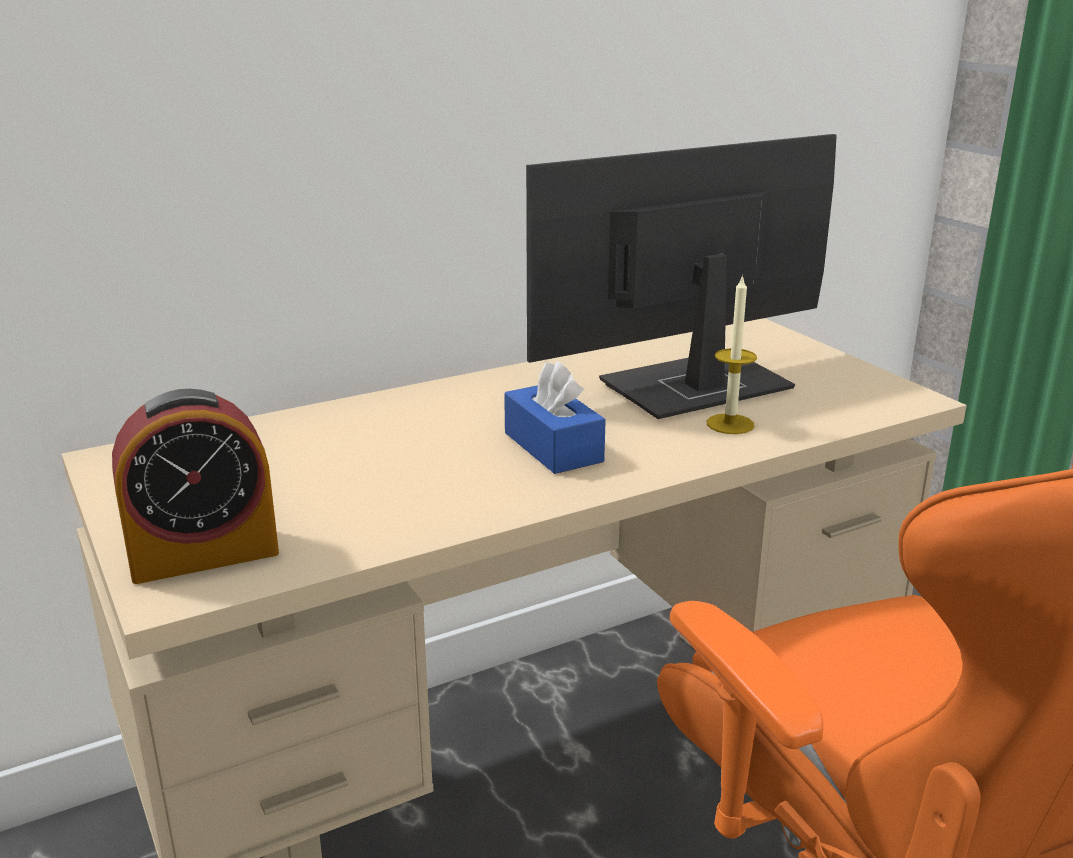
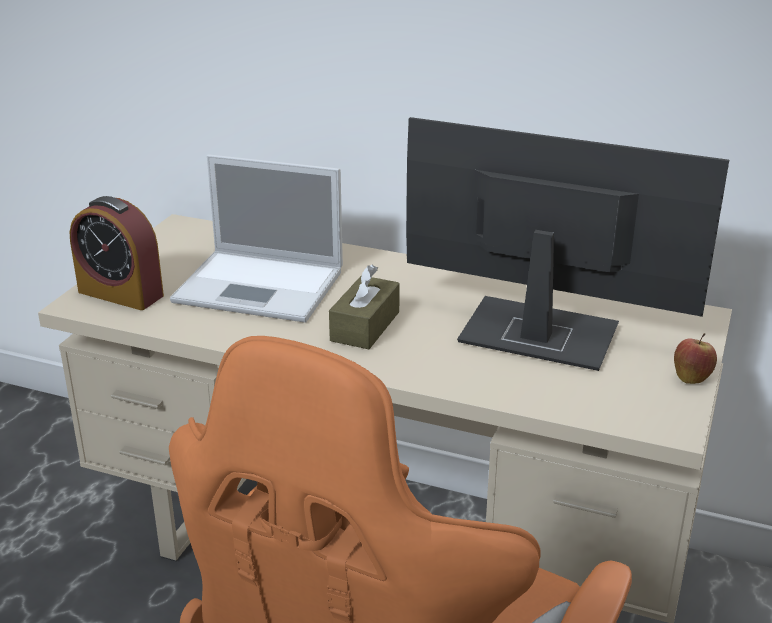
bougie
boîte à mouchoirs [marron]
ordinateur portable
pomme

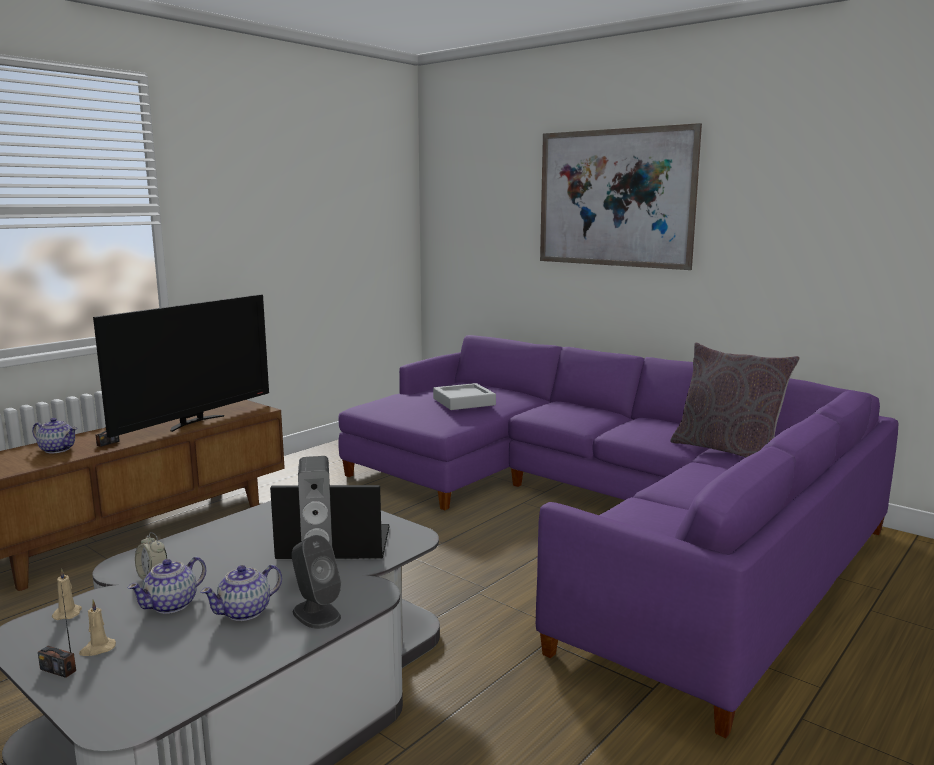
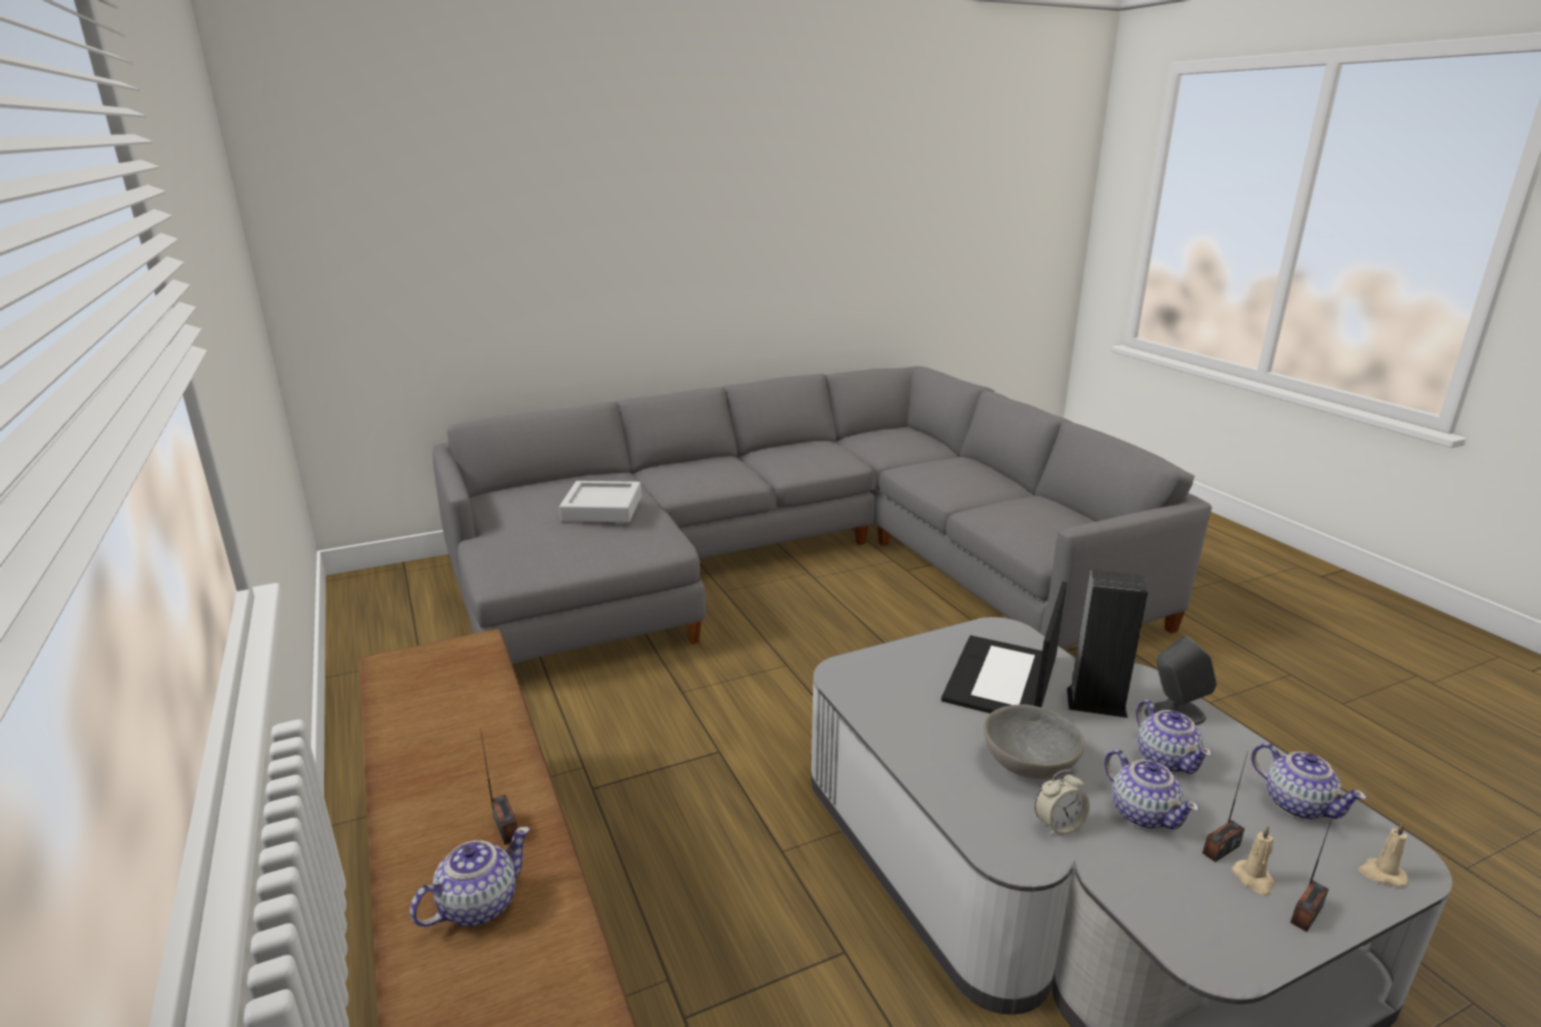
tableau
téléviseur
canapé [gris]
coussin [gris]
bougie [beige] (no. 2 from left)
bol [gris]
théière (no. 4 from left)
radio (no. 2 from left)

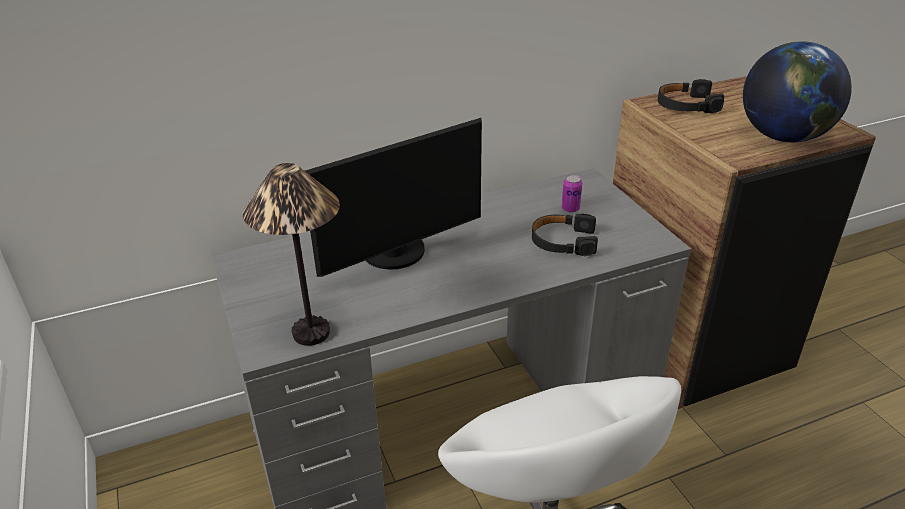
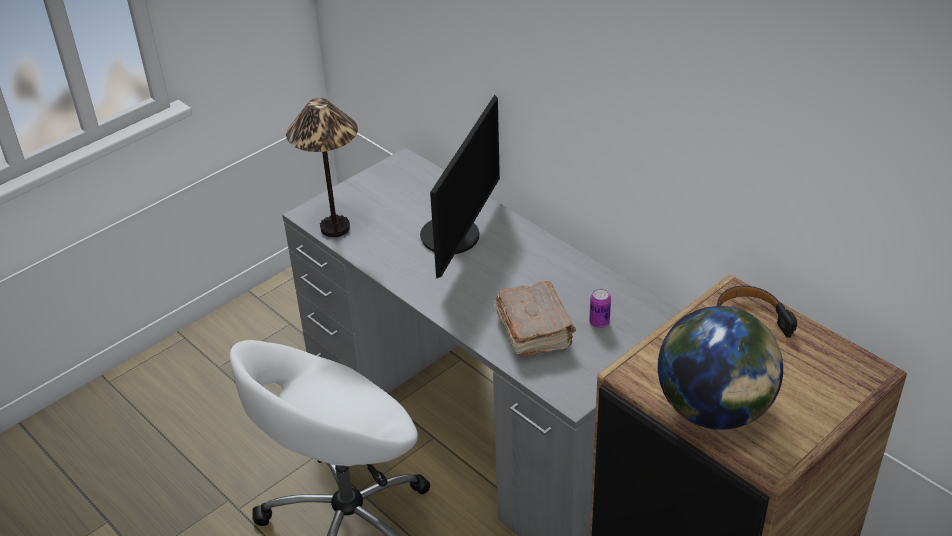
écran d'ordinateur
livre [marron]

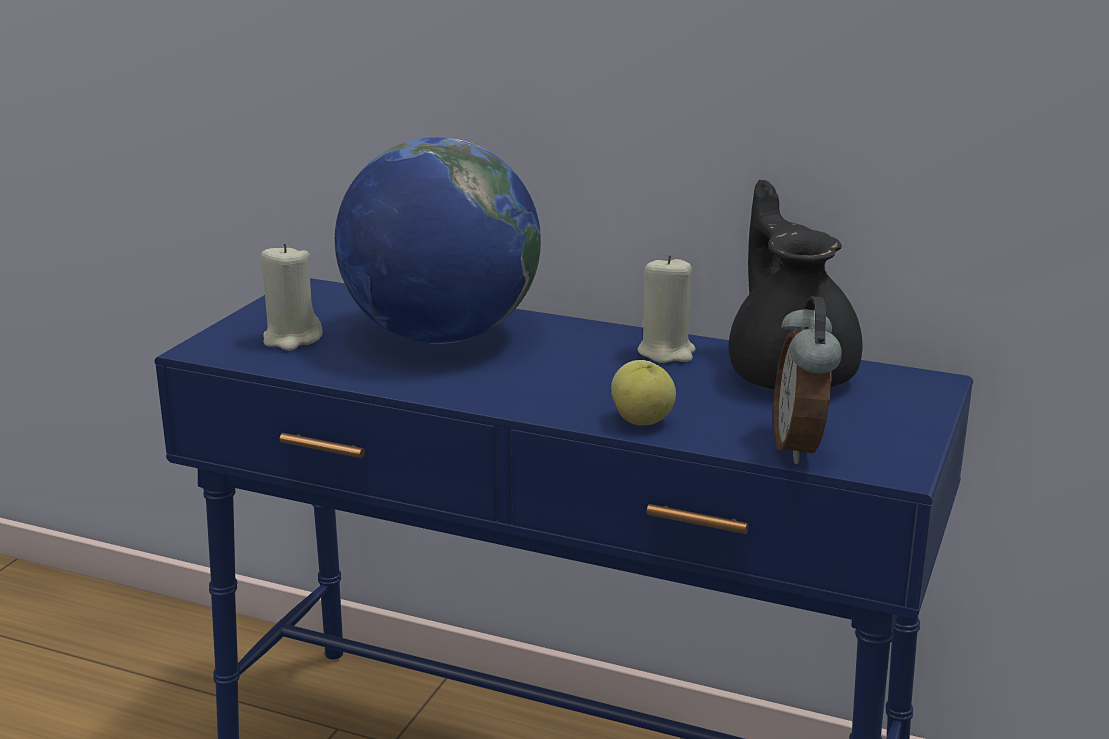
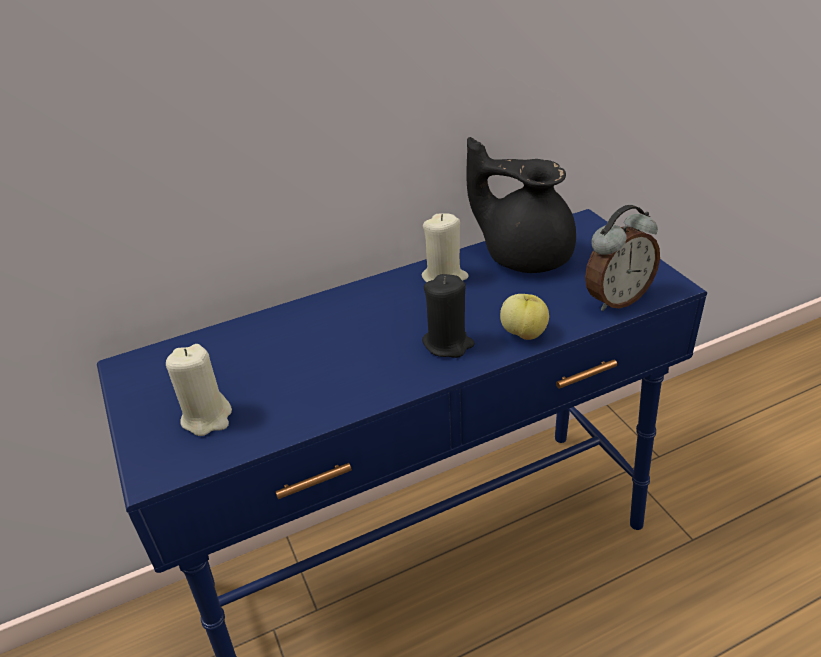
globe
réveil
bougie [noir]

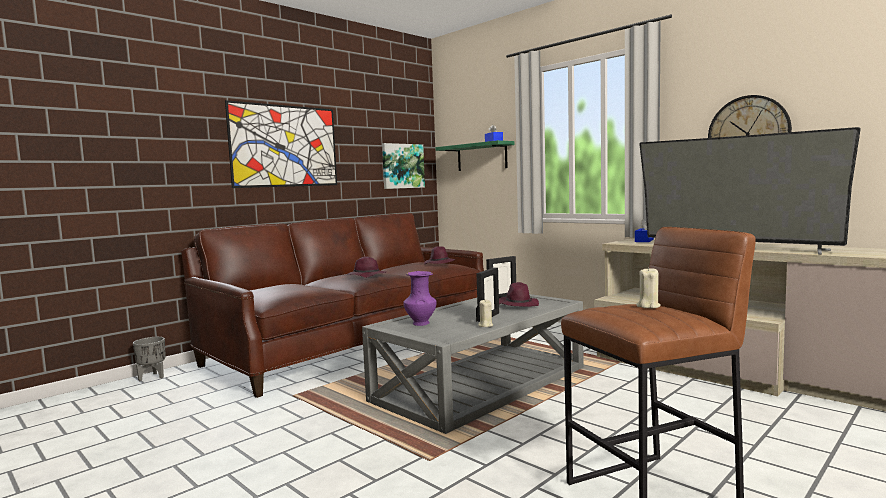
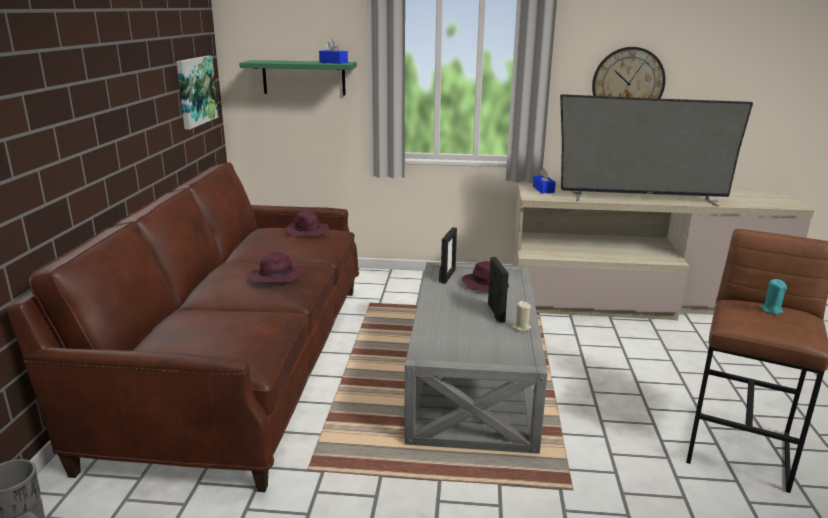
tableau (no. 1 from left in the first image)
bougie [turquoise]
vase [violet]

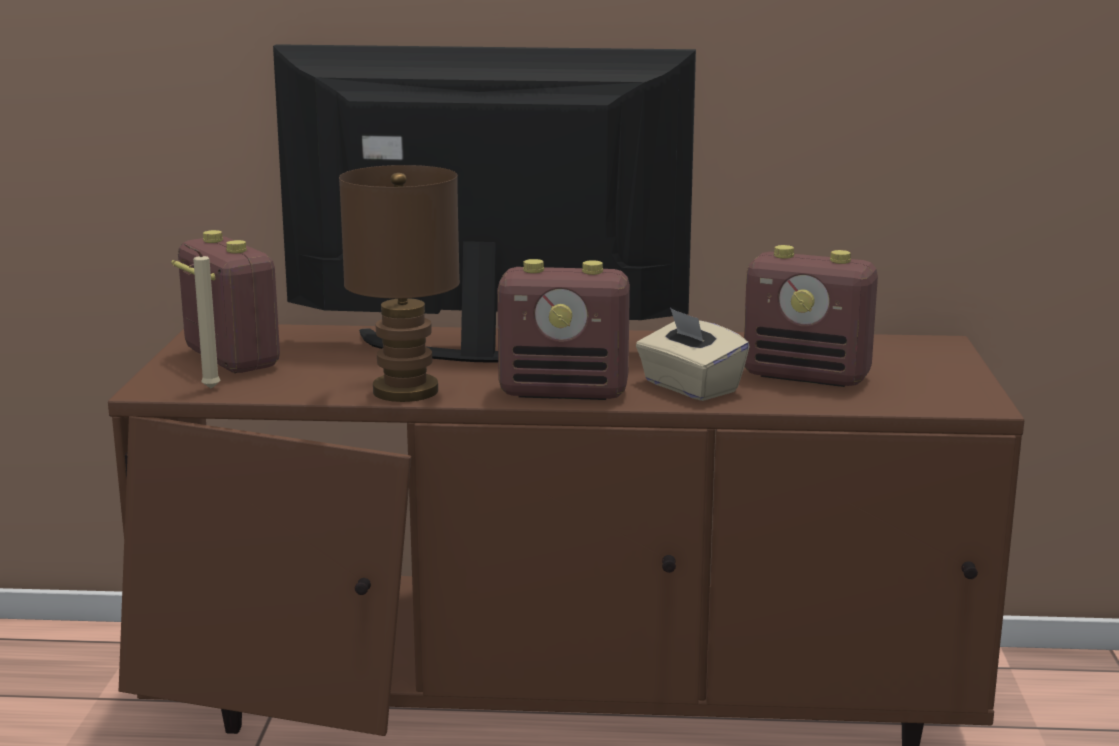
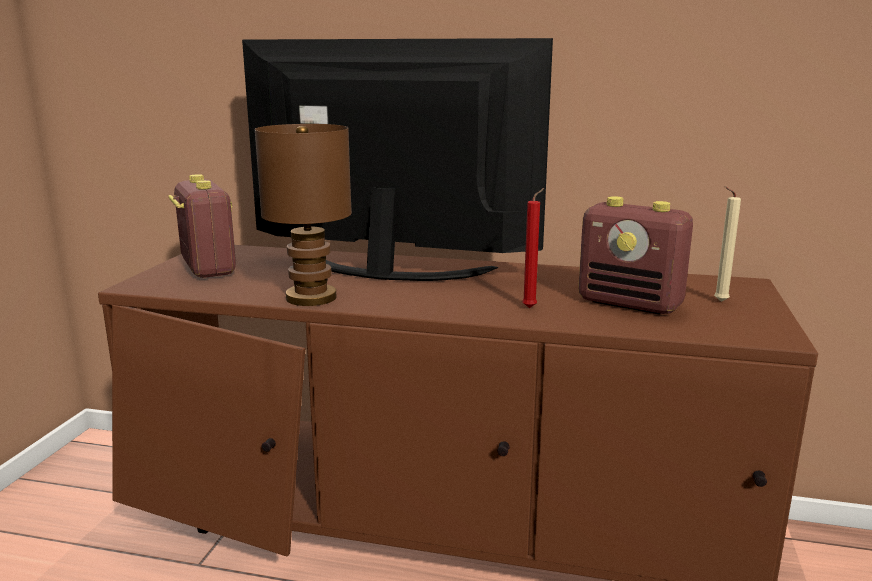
bougie [beige]
radio (no. 2 from left in the first image)
bougie [rouge]

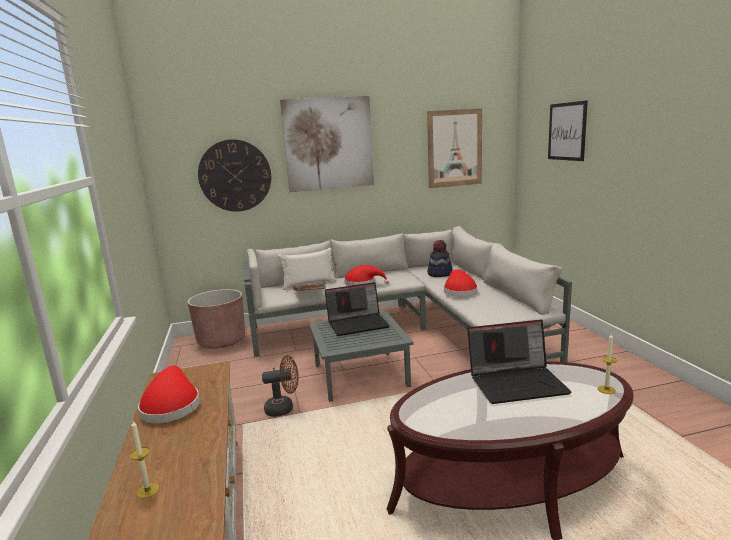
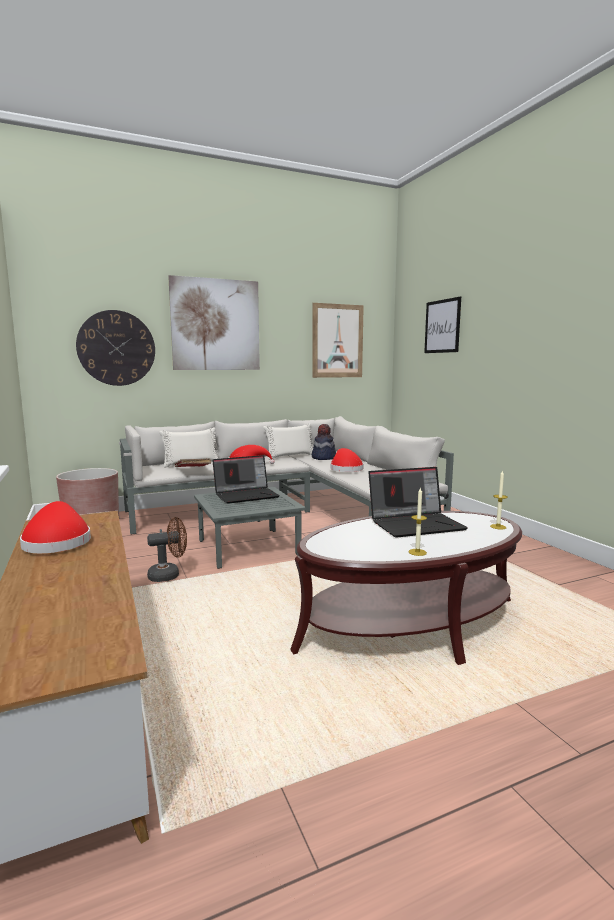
bougie (no. 1 from left)
coussin [blanc] (no. 2 from left)

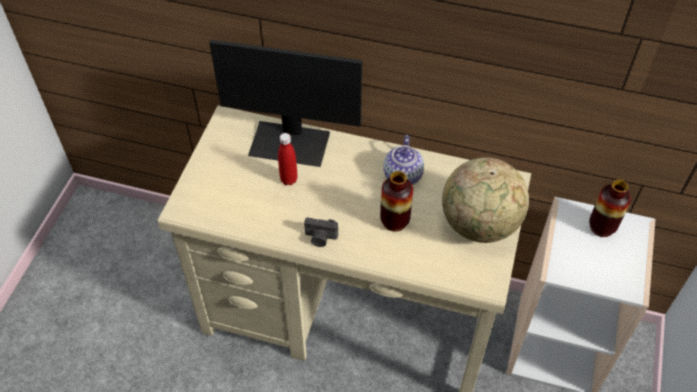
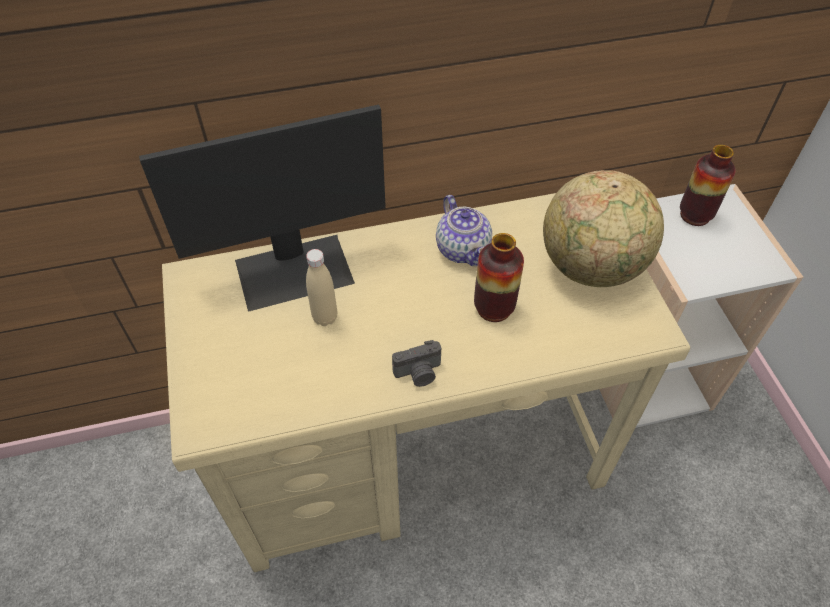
bouteille [beige]

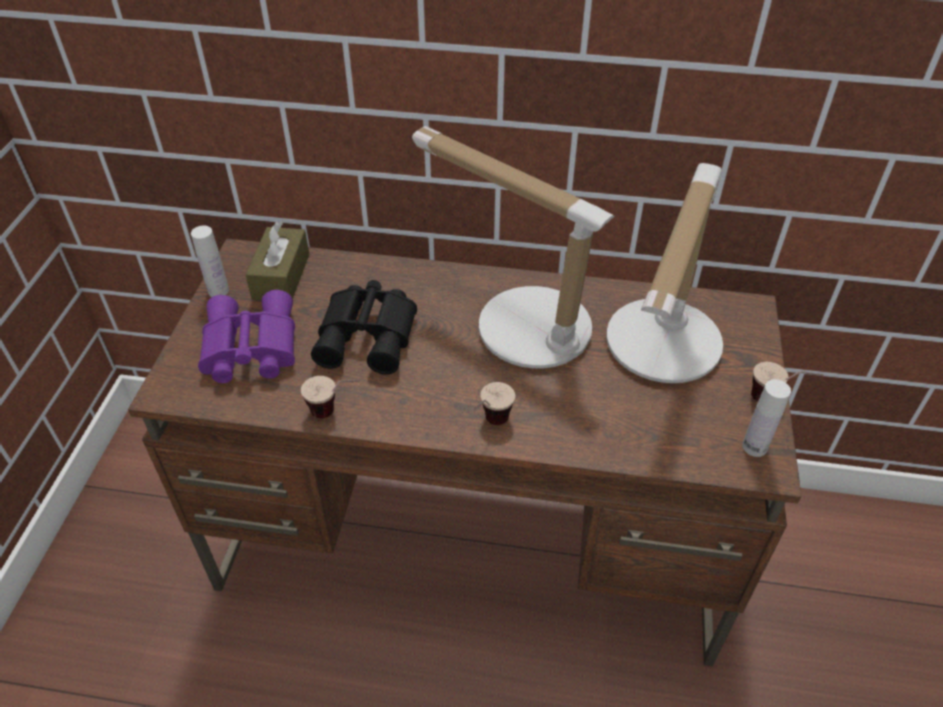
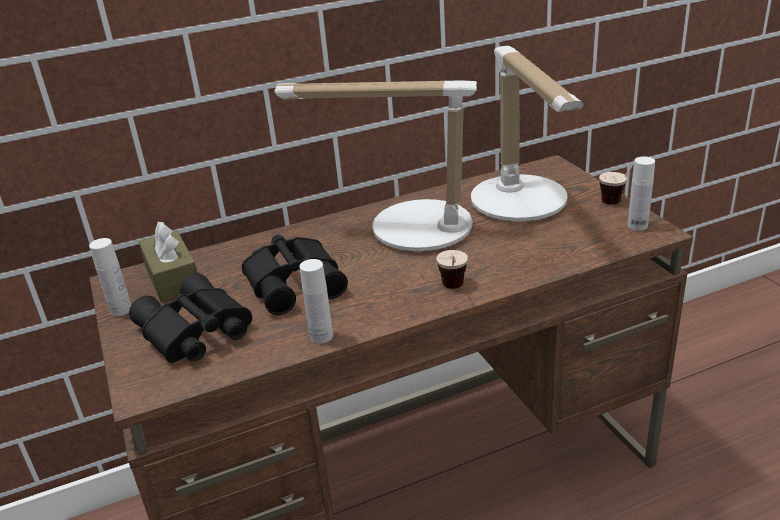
jumelles [noir] (no. 1 from left)
bouteille [blanc] (no. 2 from left)

